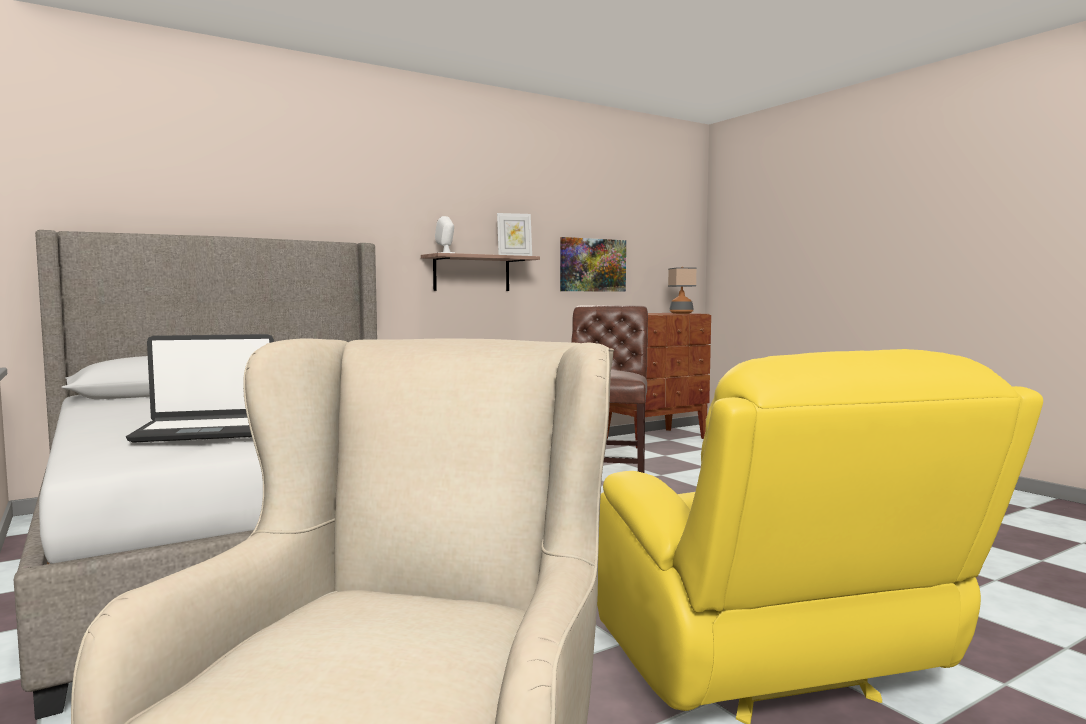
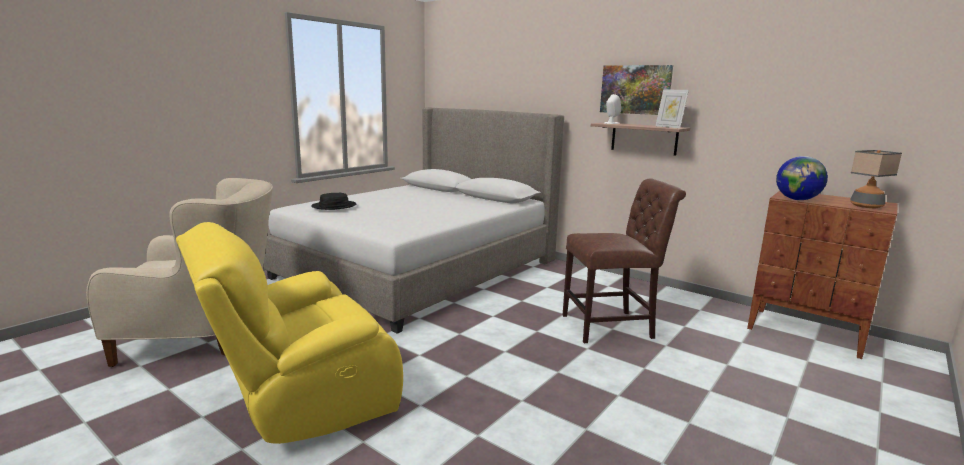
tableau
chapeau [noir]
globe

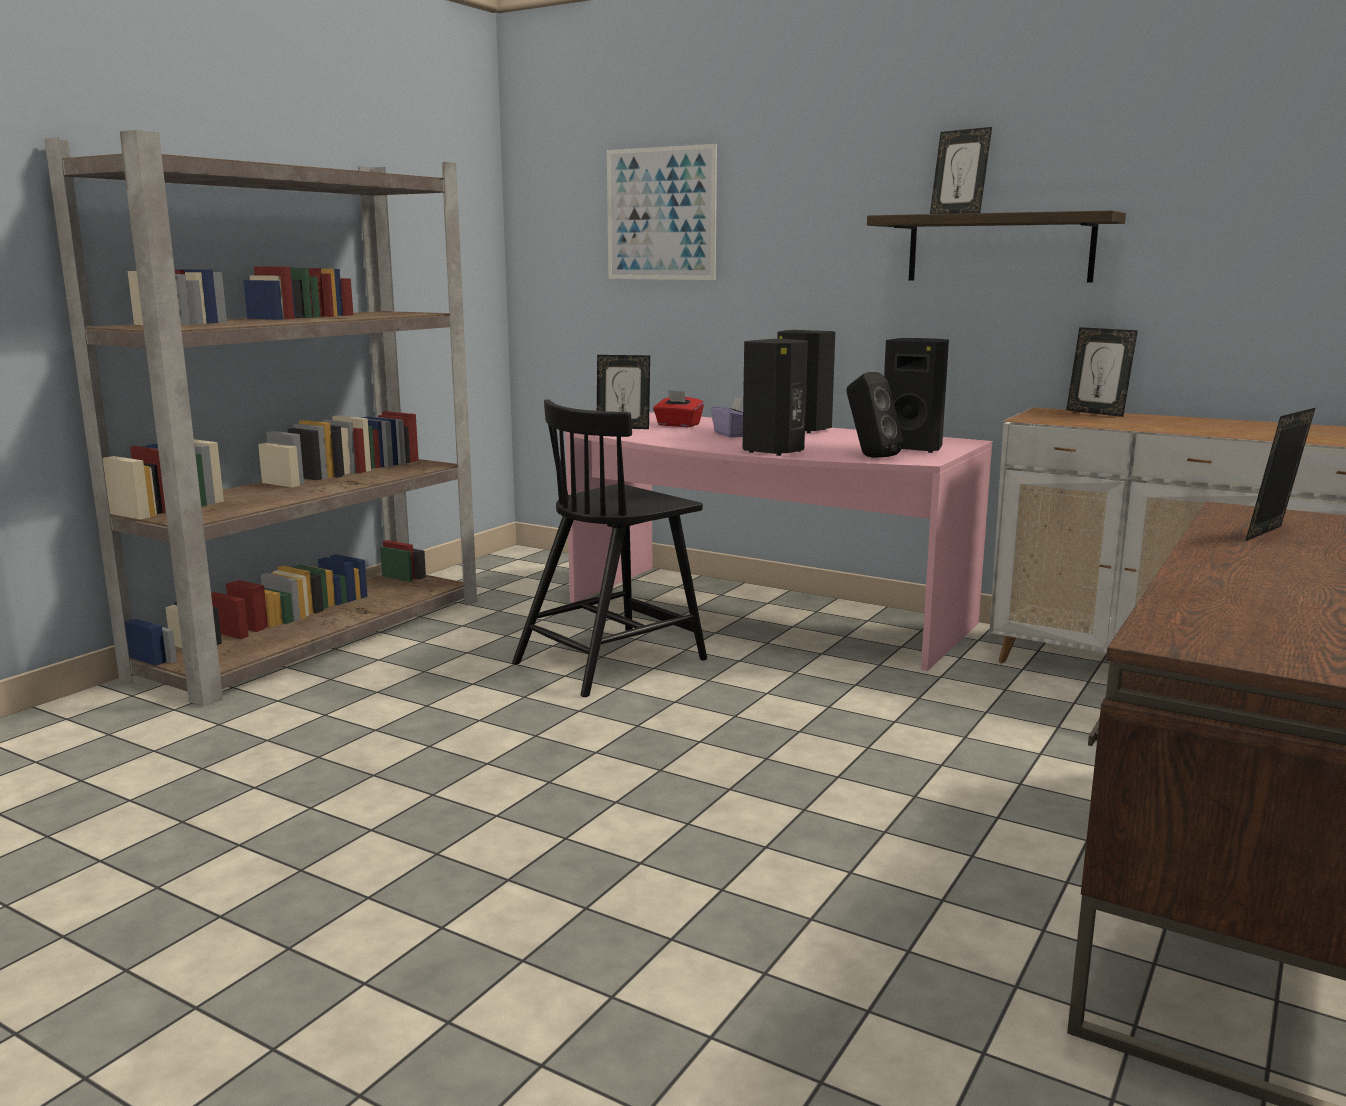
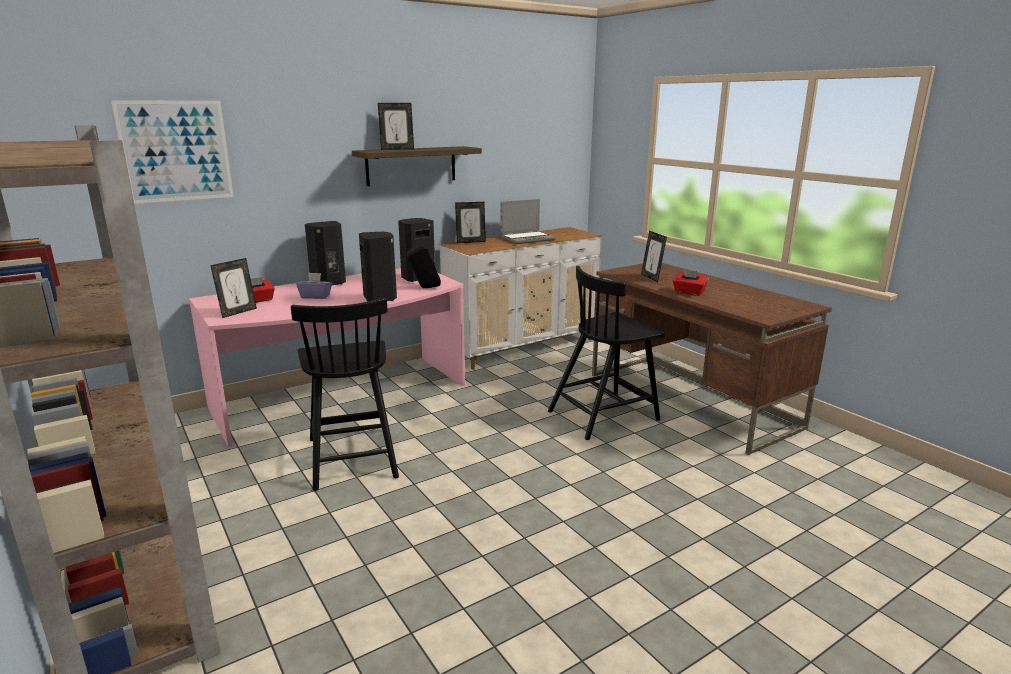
ordinateur portable
chaise [noir] (no. 2 from left)
boîte à mouchoirs [rouge] (no. 2 from left)

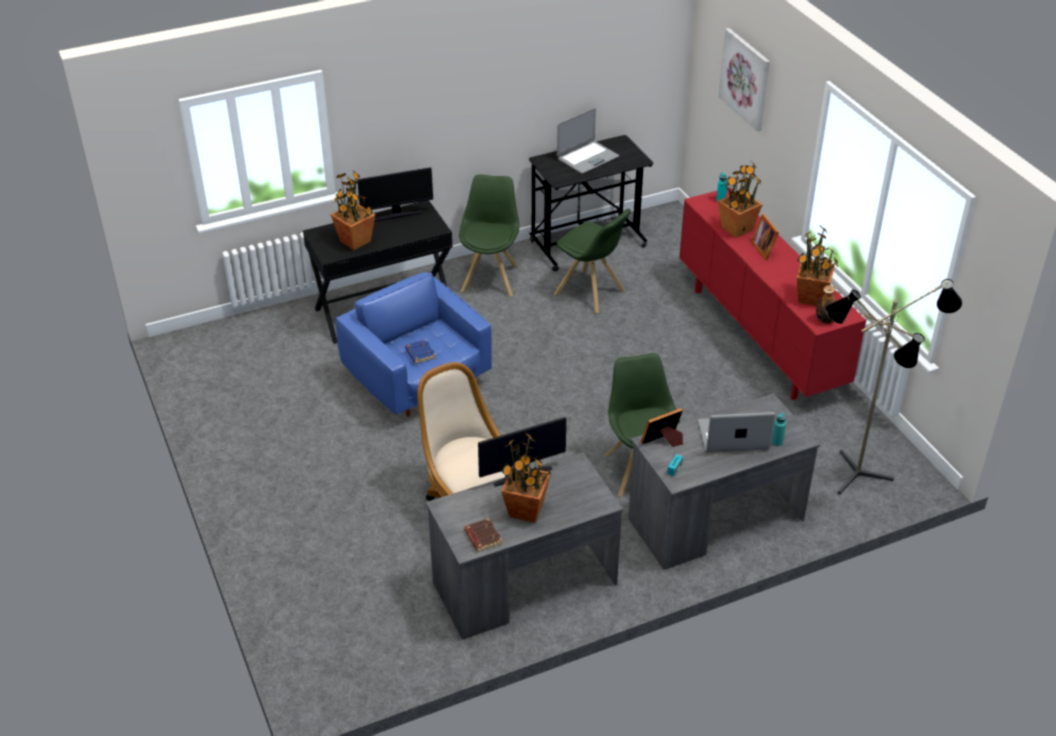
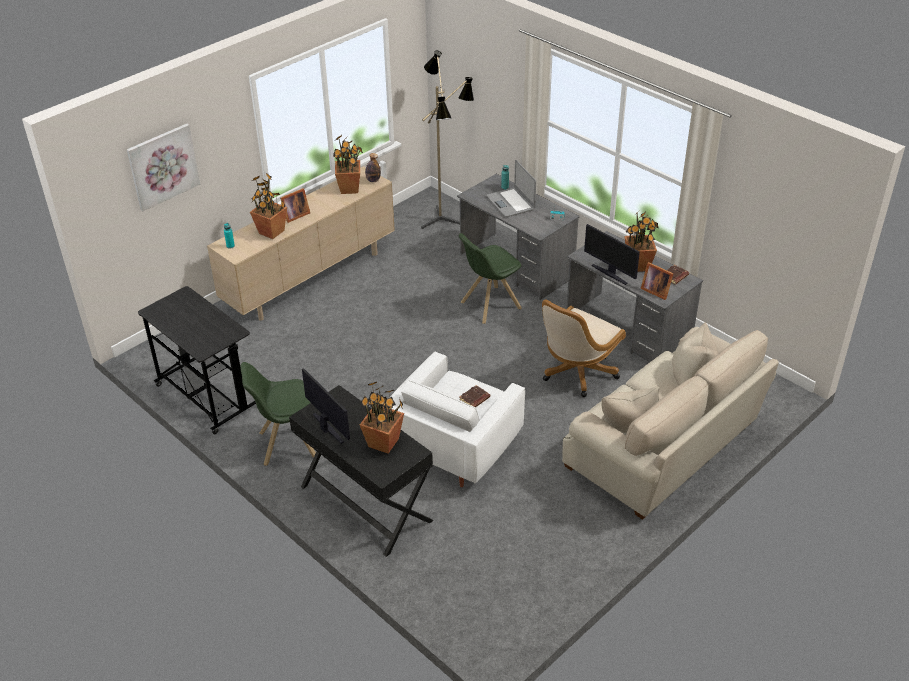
ordinateur portable (no. 1 from left in the first image)
meuble de rangement [beige]
chaise [vert] (no. 2 from left in the first image)
fauteuil [blanc]
livre [marron] (no. 1 from left)
cadre photo (no. 2 from left)
canapé [beige]

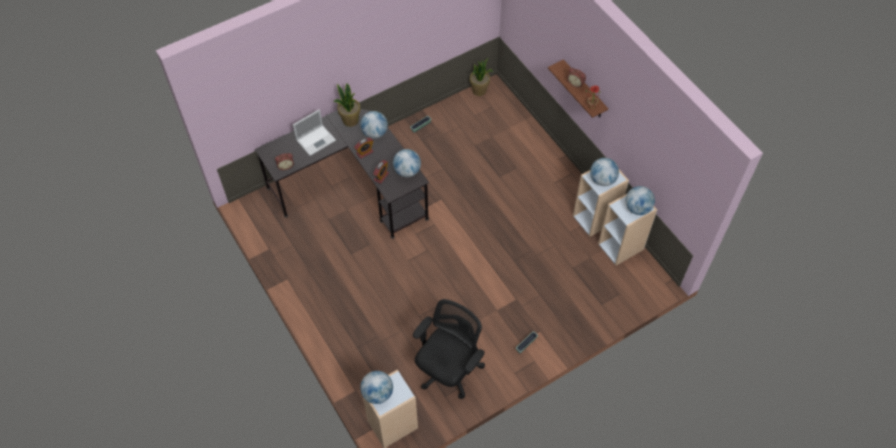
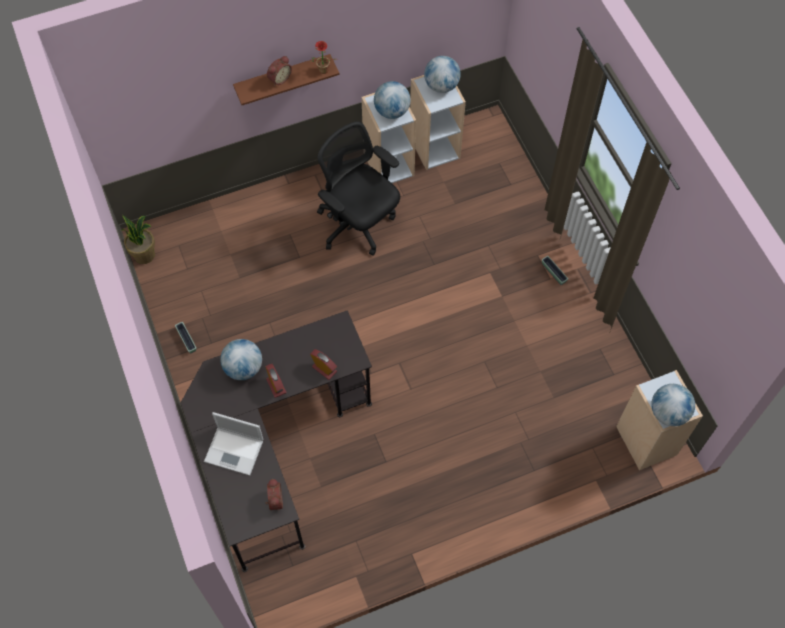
plante en pot (no. 1 from left in the first image)
ordinateur portable
globe (no. 3 from left in the first image)
chaise de bureau [noir]

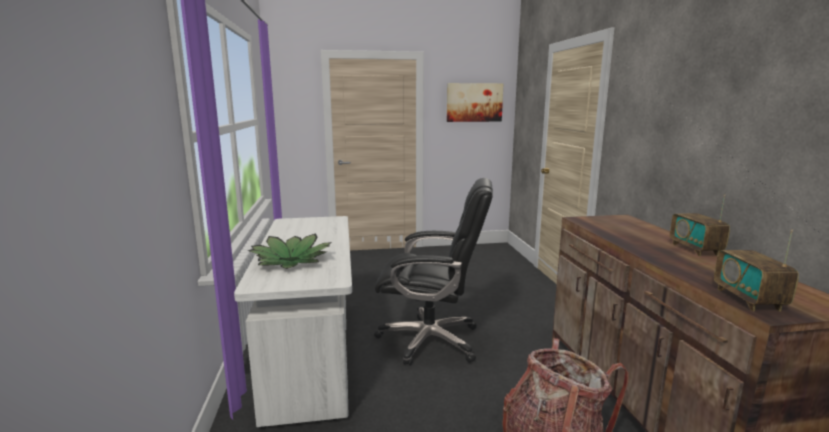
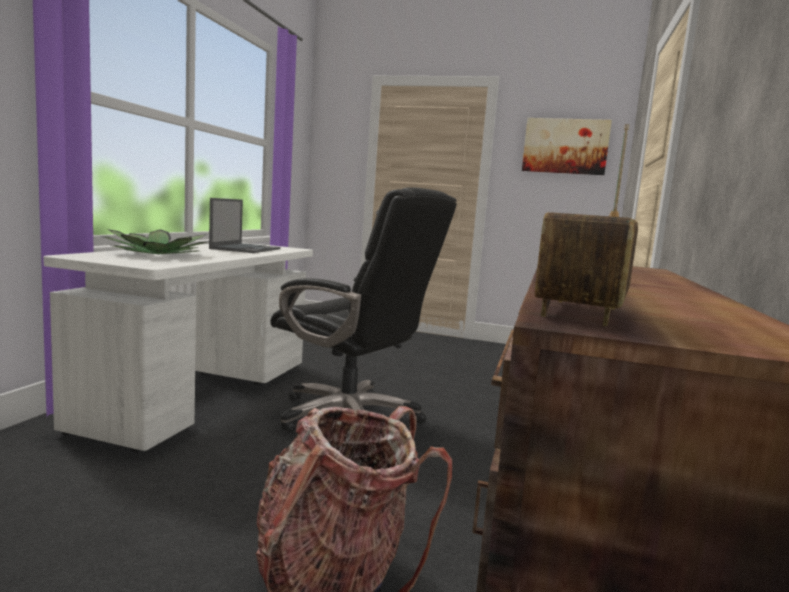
radio (no. 1 from left in the first image)
ordinateur portable

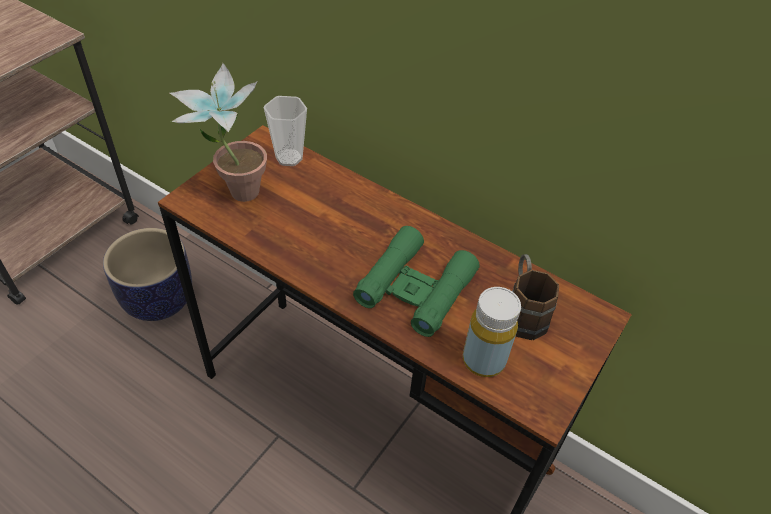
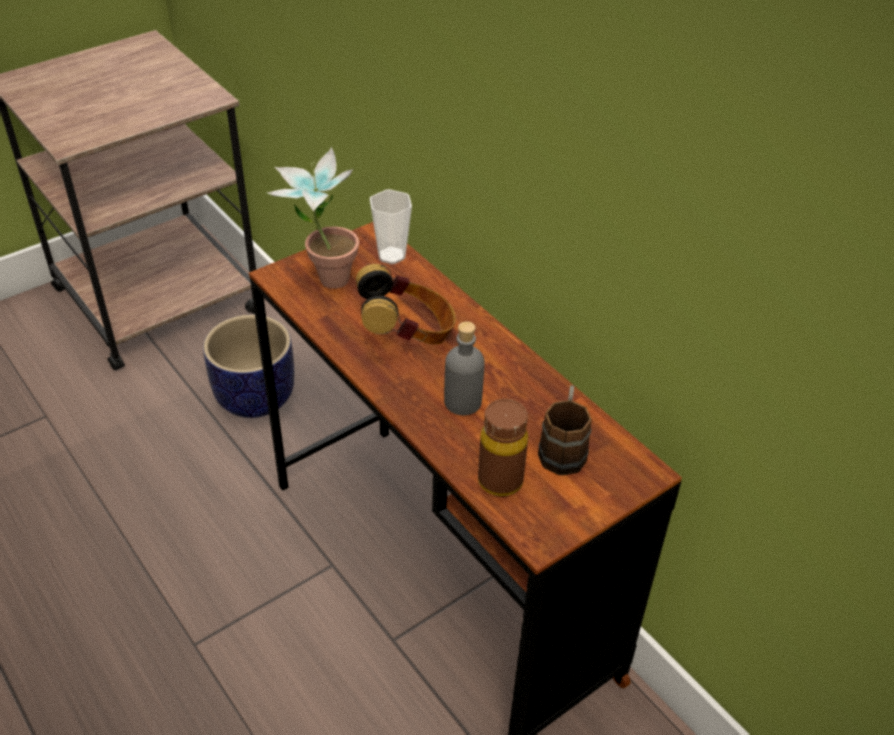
bouteille [gris]
bouteille [marron]
casque audio

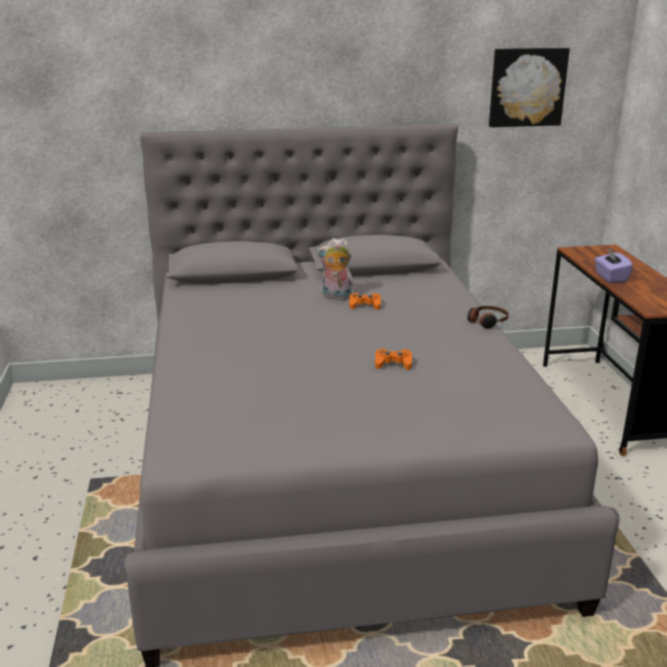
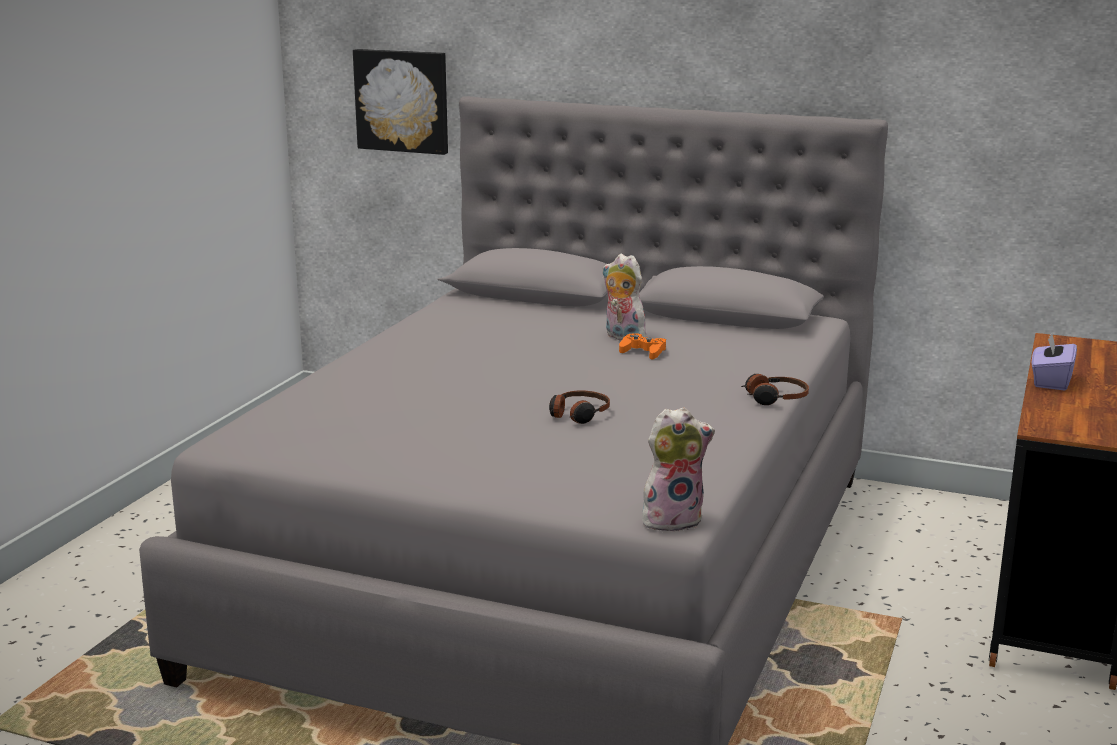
tableau
casque audio (no. 1 from left)
peluche (no. 2 from left)

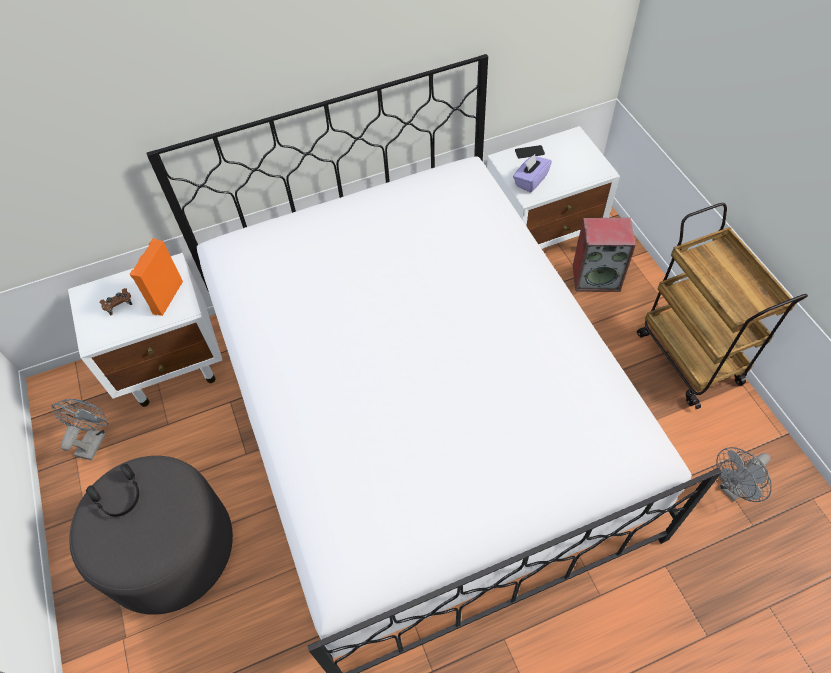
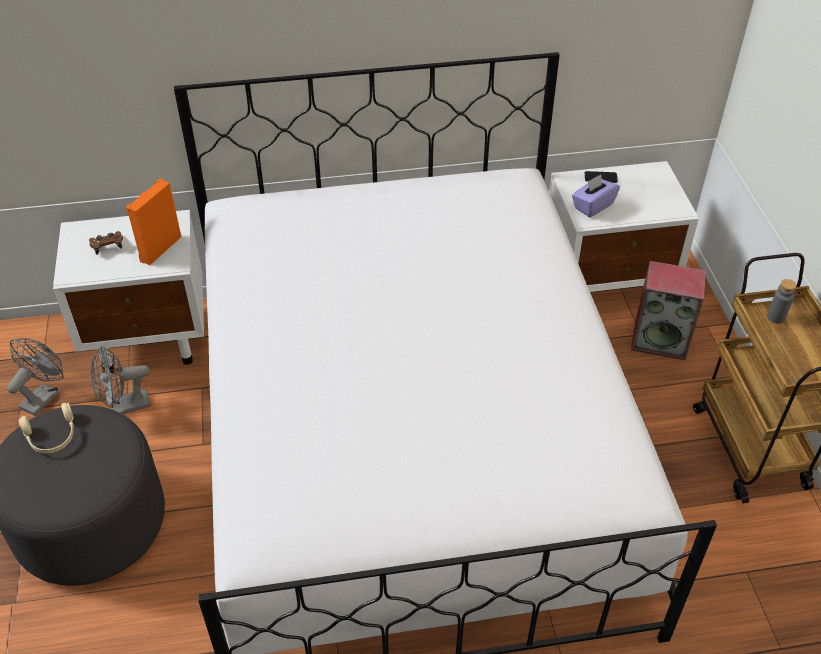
ventilateur [gris] (no. 2 from left)
casque audio [beige]
bouteille [gris]

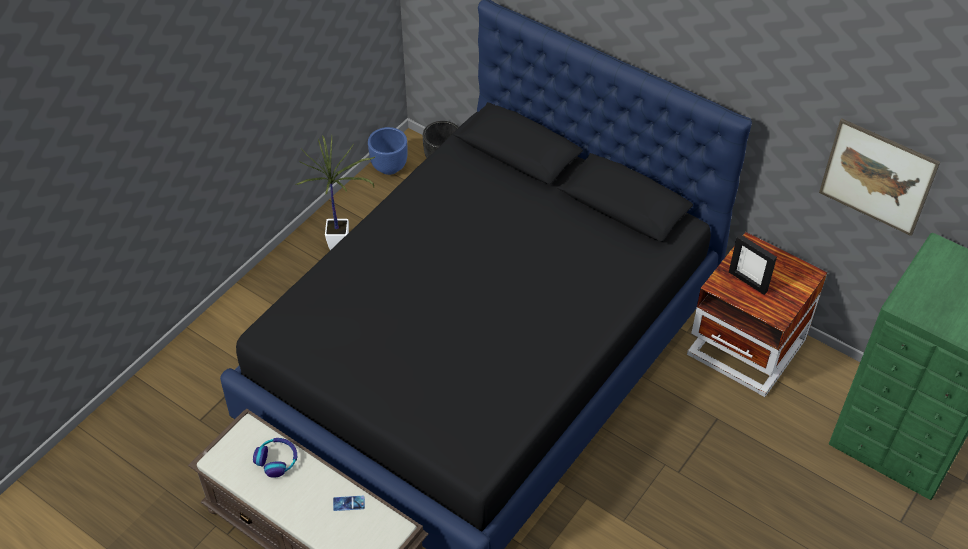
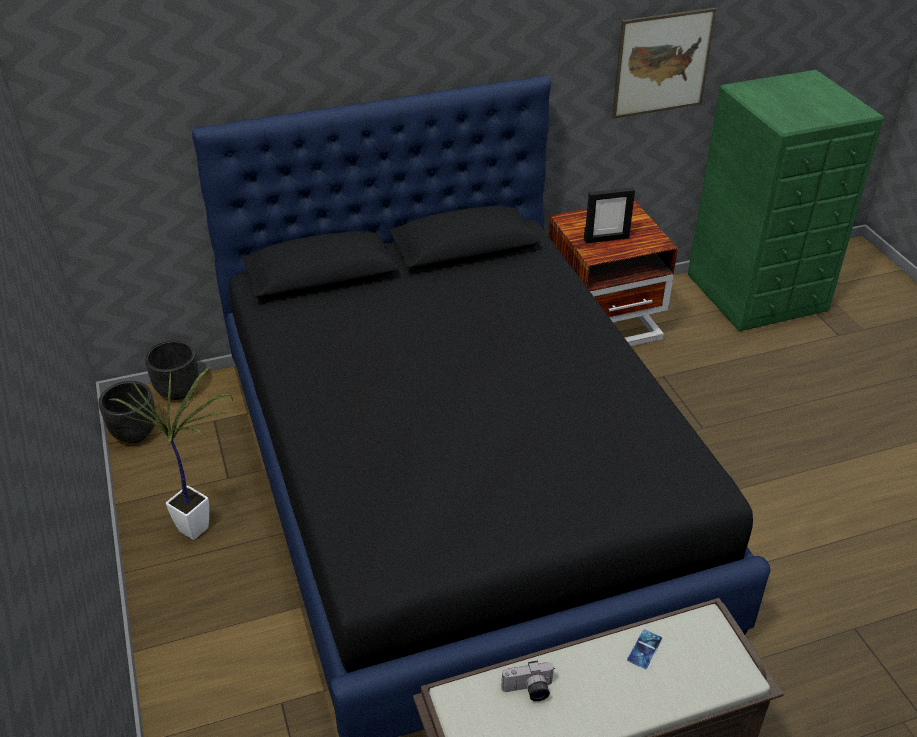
cache-pot [noir] (no. 1 from left)
appareil photo

